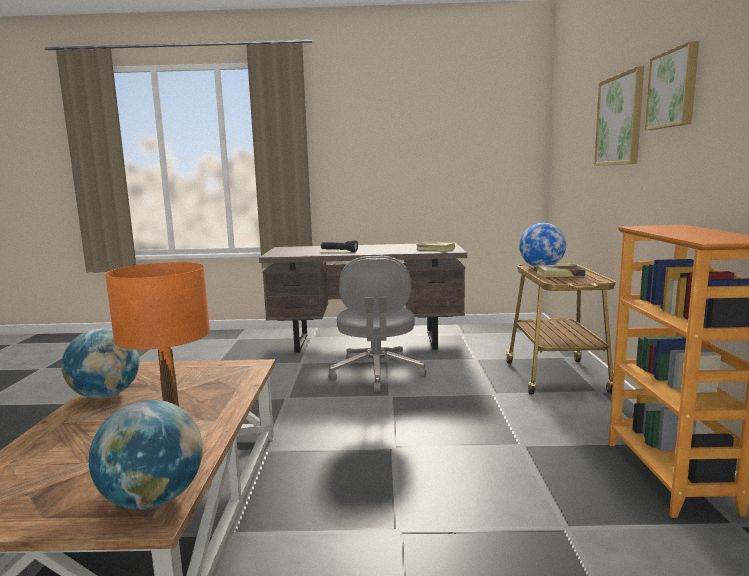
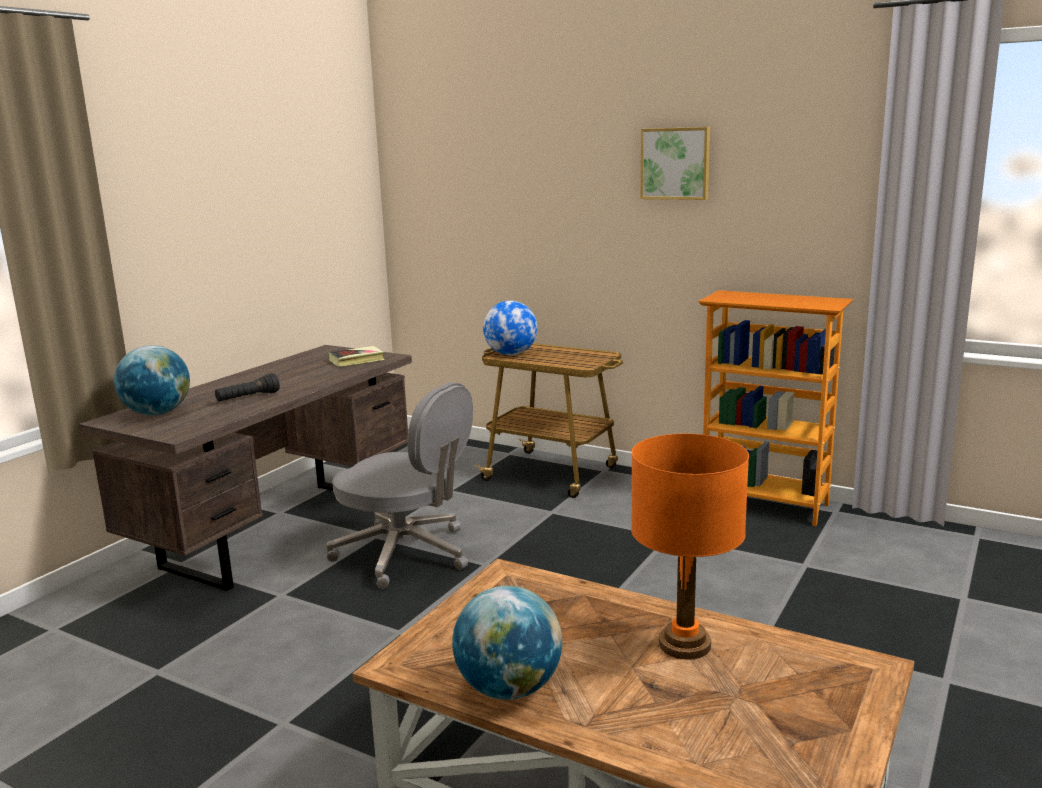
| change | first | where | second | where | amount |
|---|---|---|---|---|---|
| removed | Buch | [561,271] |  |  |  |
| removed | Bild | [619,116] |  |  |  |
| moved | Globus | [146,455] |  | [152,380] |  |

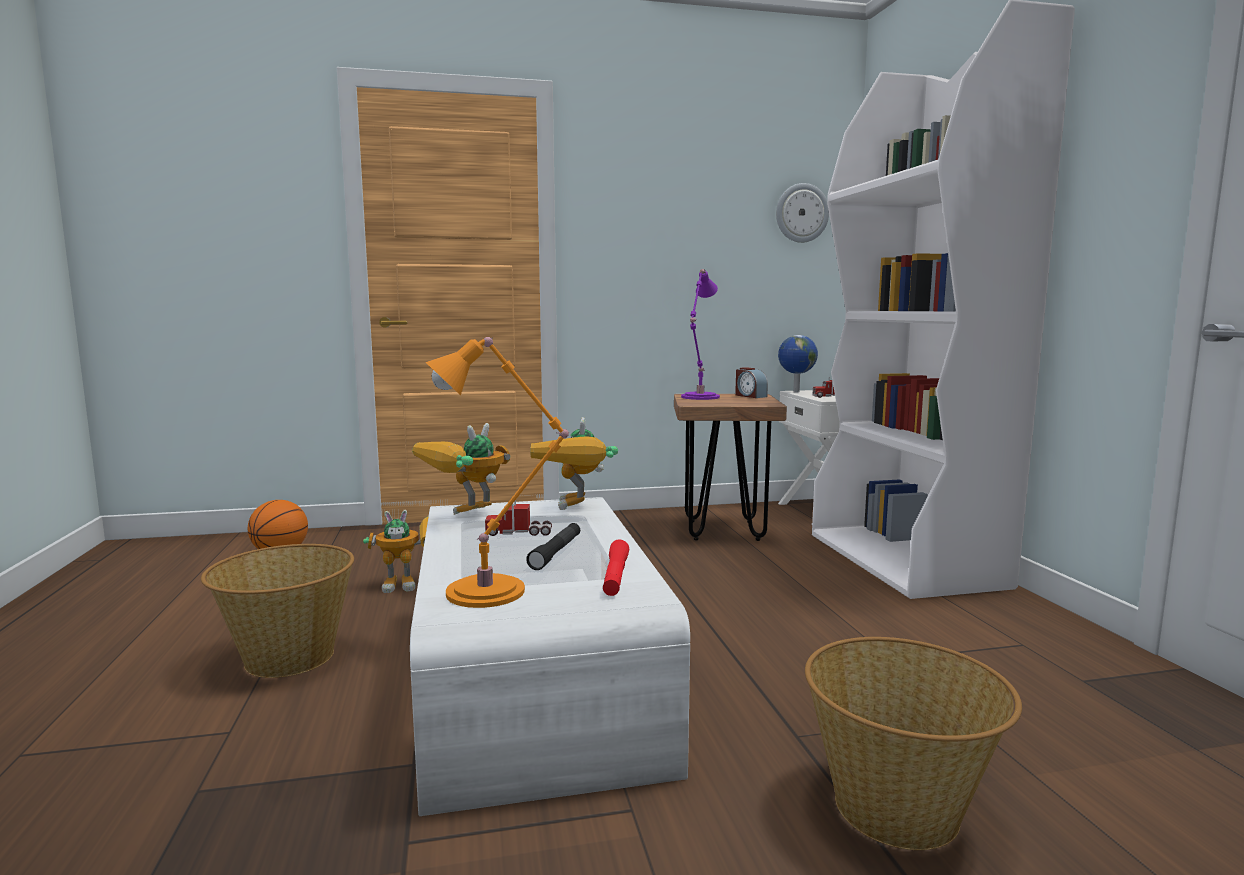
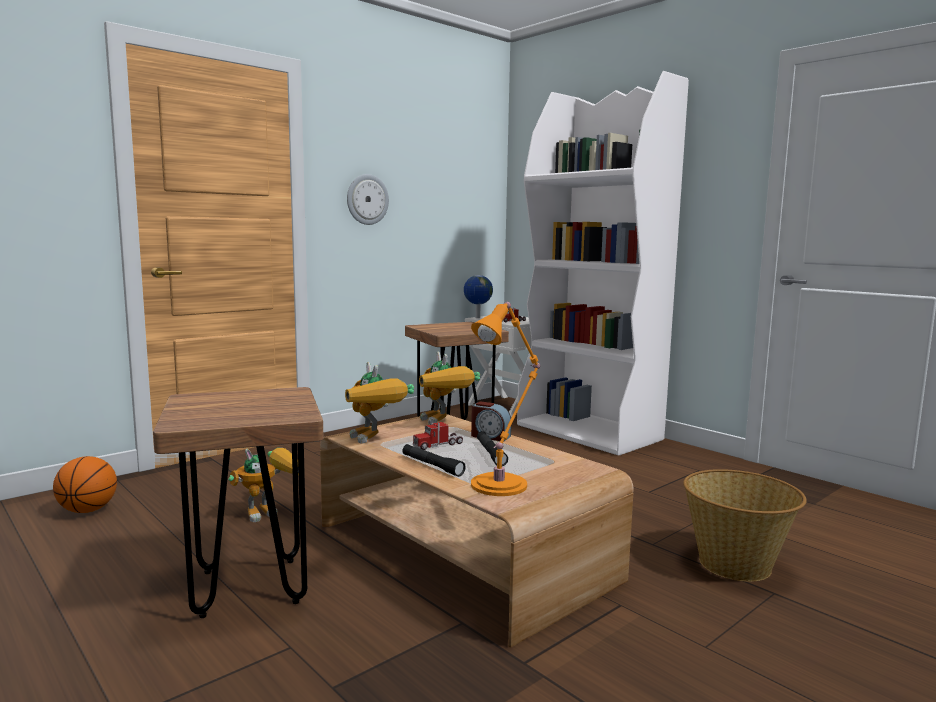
| change | first | where | second | where | amount |
|---|---|---|---|---|---|
| removed | Taschenlampe (rot) | [616,567] |  |  |  |
| removed | Tischlampe (lila) | [700,334] |  |  |  |
| added |  |  | Taschenlampe (schwarz) | [434,460] |  |
| moved | Wecker | [751,382] |  | [491,421] |  |
| moved | Wanduhr | [802,213] |  | [368,199] |  |
| replaced | Korb | [277,611] | Hocker (braun) | [238,502] |  |
| recoloured | Couchtisch (weiß) | [550,656] | Couchtisch (braun) | [477,531] |  |
| turned | Spielzeugroboter | [461,469] |  | [379,403] | 45 degrees counterclockwise |

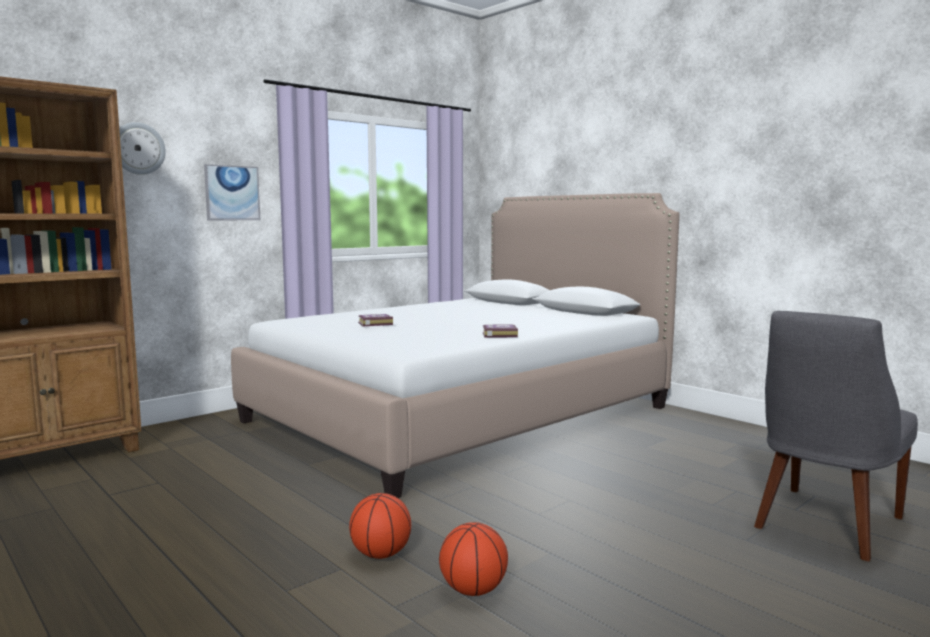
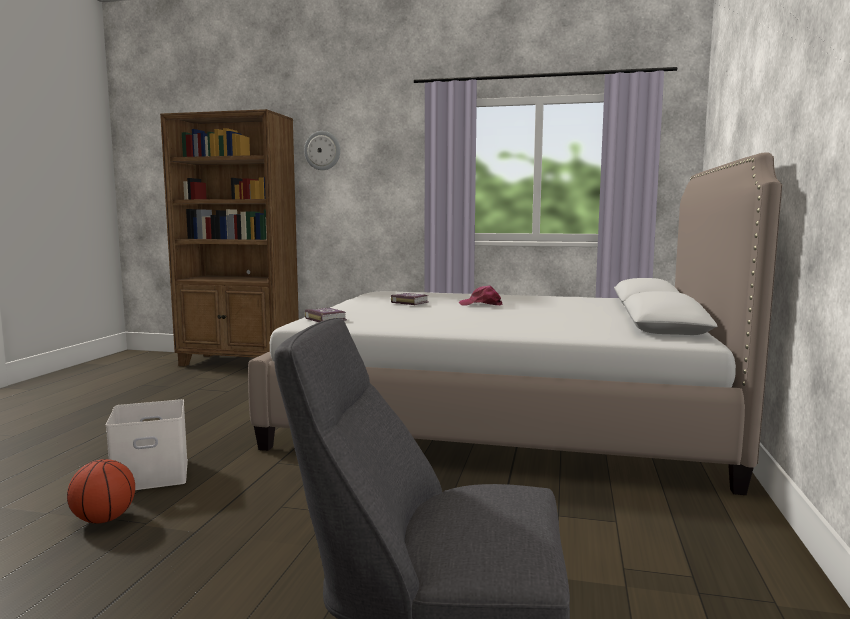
| change | first | where | second | where | amount |
|---|---|---|---|---|---|
| removed | Bild | [232,192] |  |  |  |
| added |  |  | Kappe (rosa) | [480,295] |  |
| moved | Buch | [500,331] |  | [326,315] |  |
| replaced | Basketball | [380,526] | Aufbewahrungsbox (weiß) | [147,444] |  |

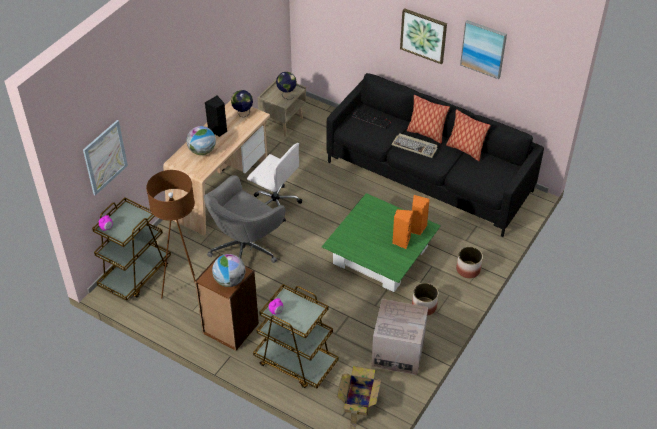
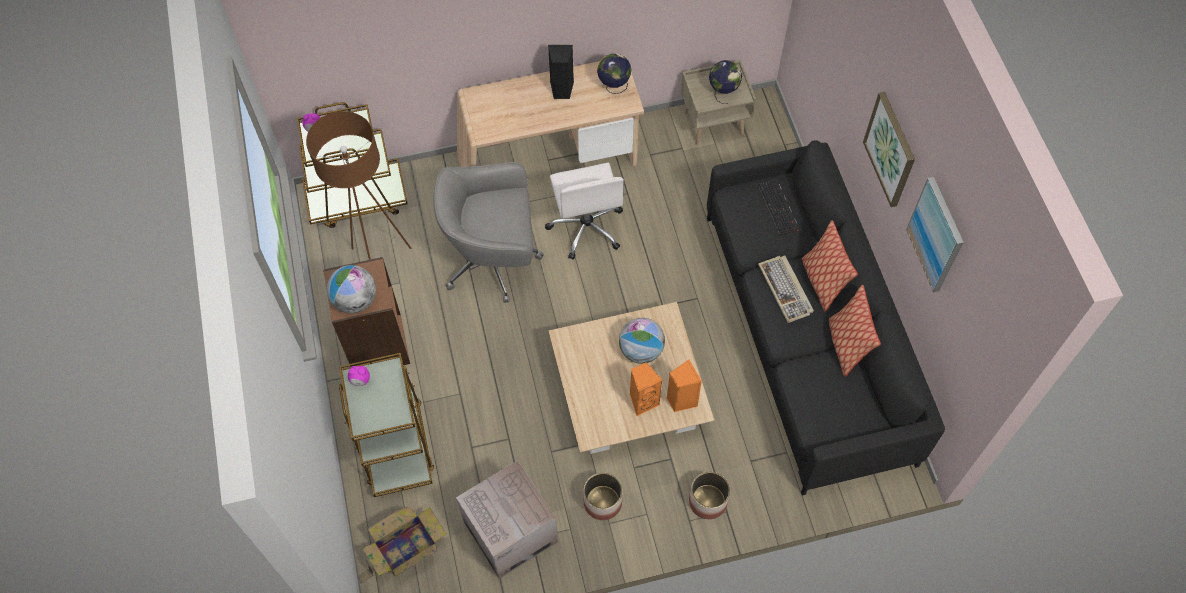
| change | first | where | second | where | amount |
|---|---|---|---|---|---|
| removed | Bild | [105,158] |  |  |  |
| moved | Globus | [201,140] |  | [642,341] |  |
| recoloured | Couchtisch (grün) | [381,242] | Couchtisch (beige) | [631,378] |  |

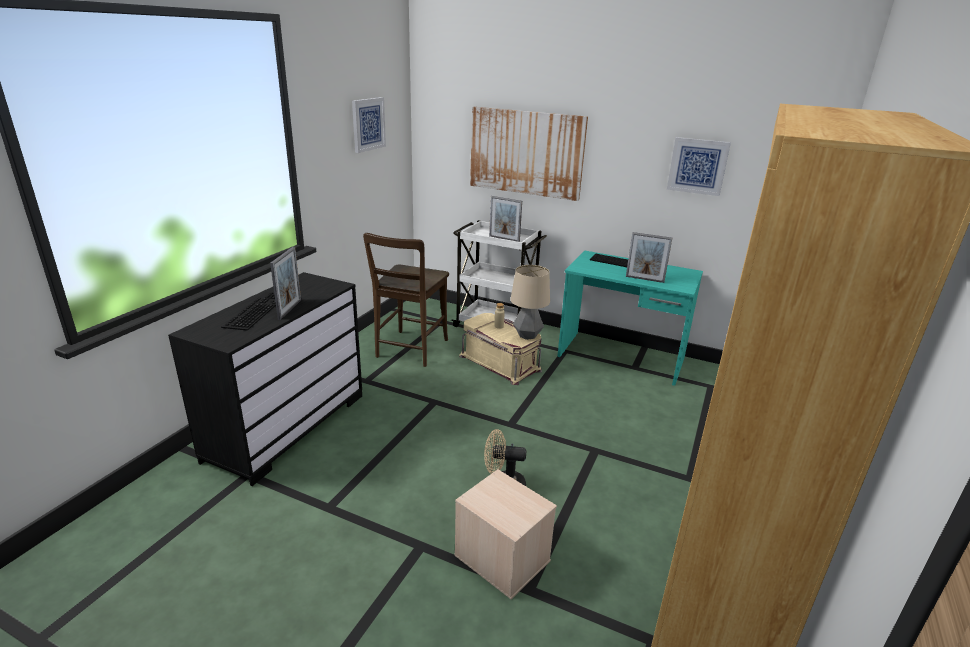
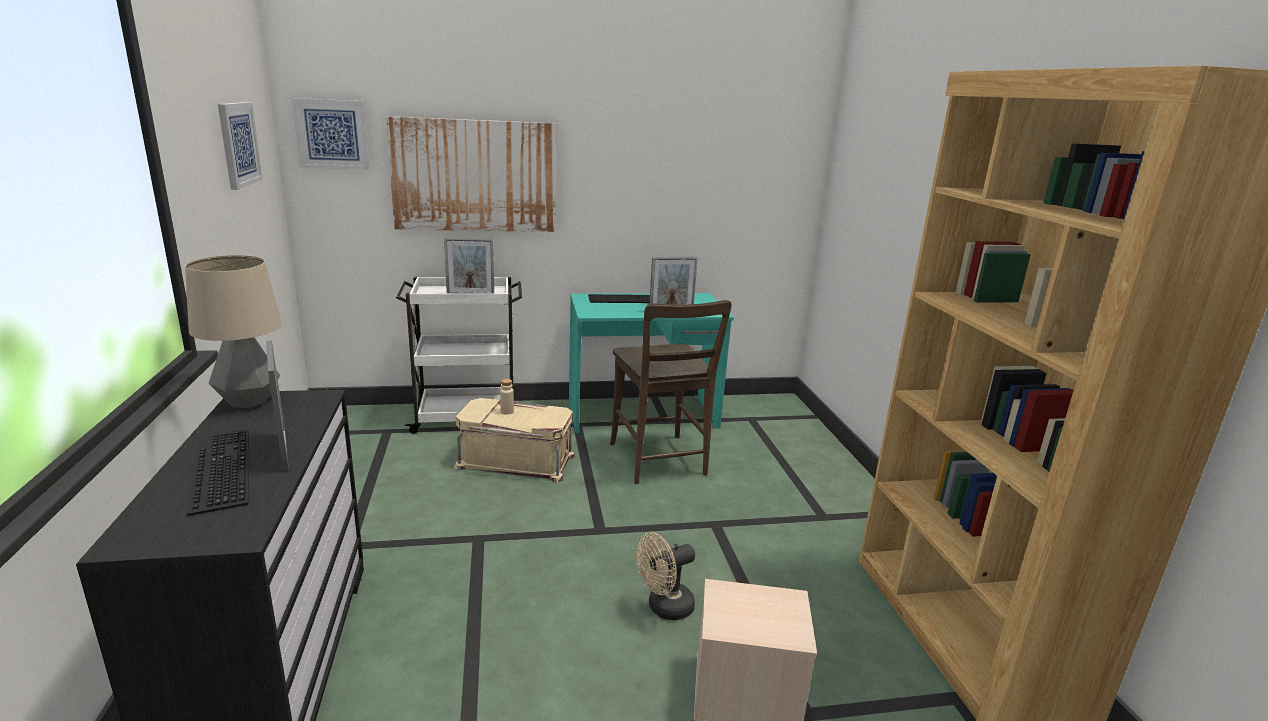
| change | first | where | second | where | amount |
|---|---|---|---|---|---|
| moved | Stuhl (braun) | [406,300] |  | [671,392] |  |
| moved | Tischlampe | [530,302] |  | [233,331] |  |
| moved | Bild | [699,166] |  | [331,134] |  |

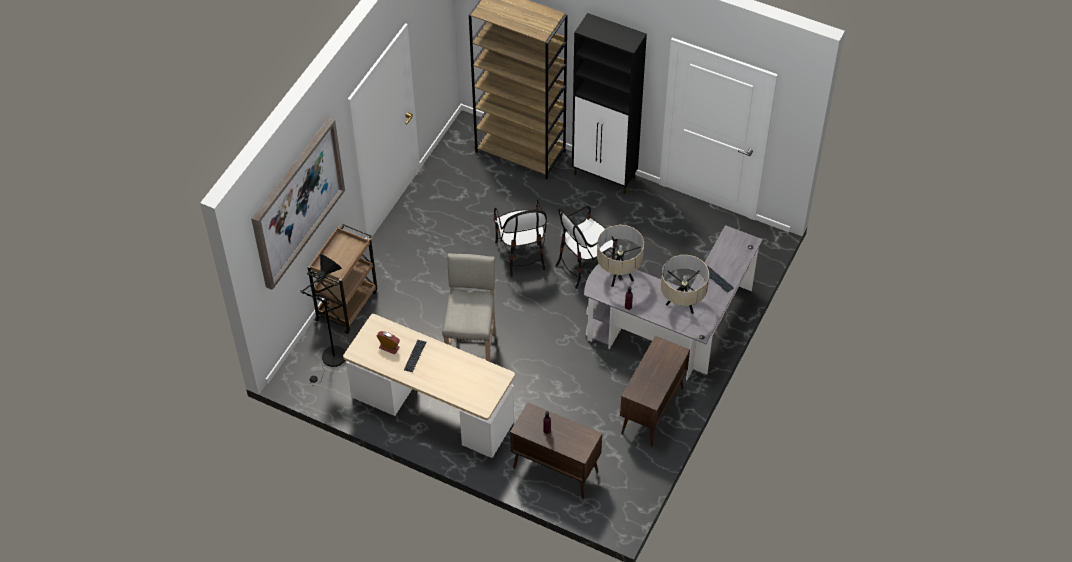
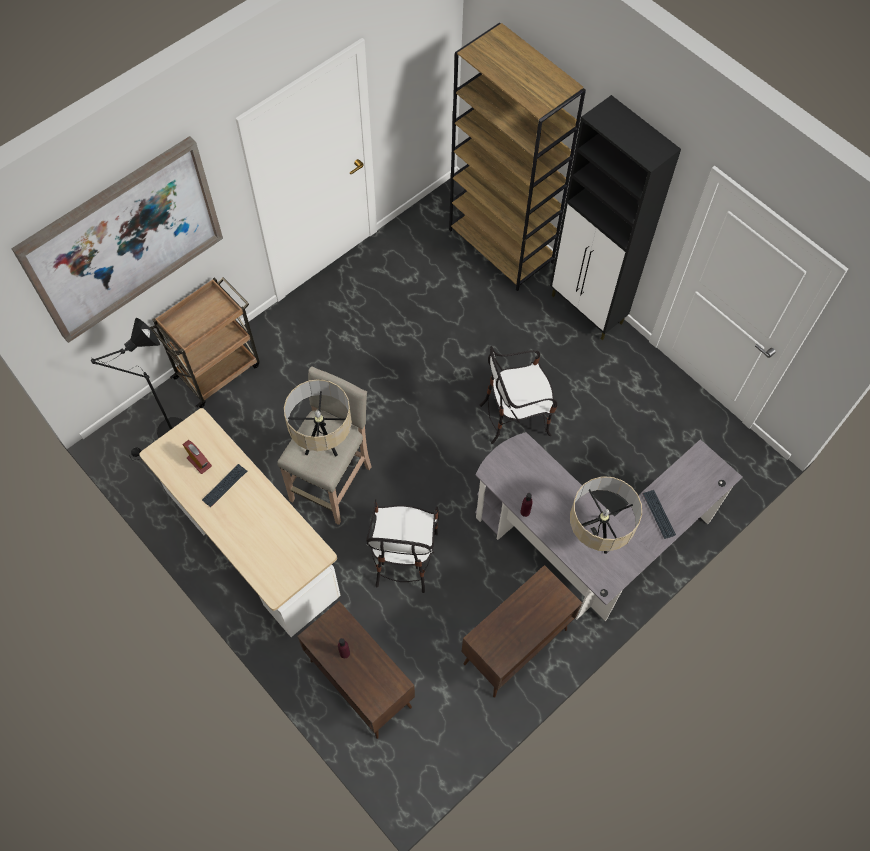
| change | first | where | second | where | amount |
|---|---|---|---|---|---|
| moved | Stuhl | [520,238] |  | [402,546] |  |
| moved | Tischlampe (beige) | [620,256] |  | [318,418] |  |

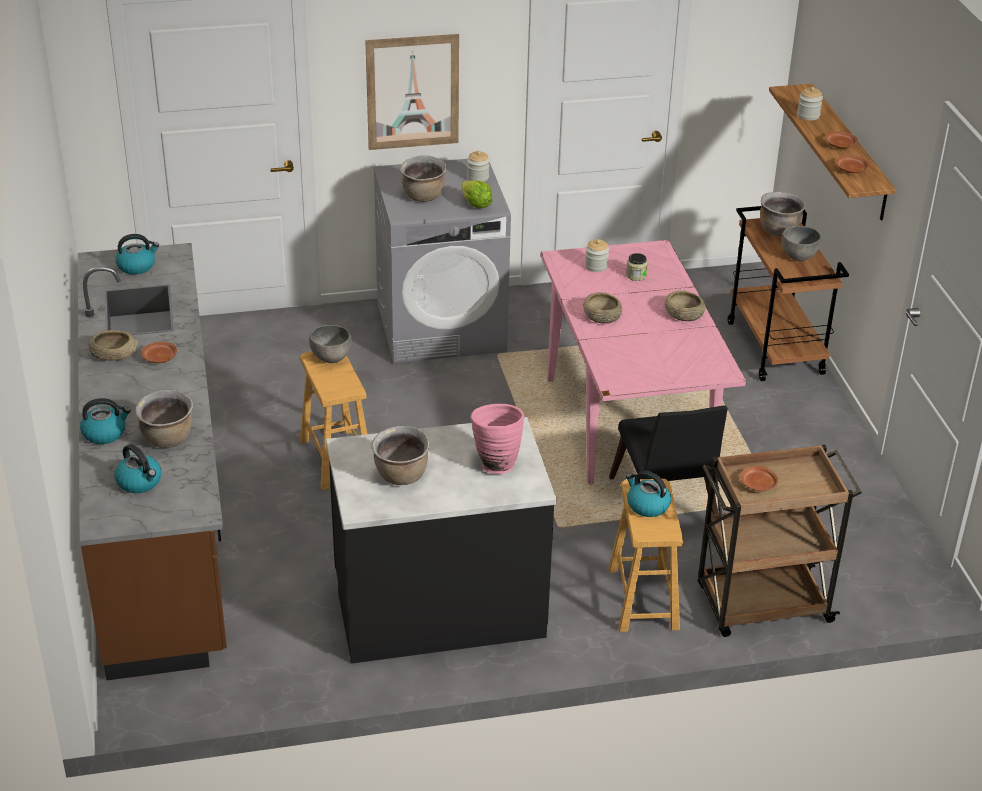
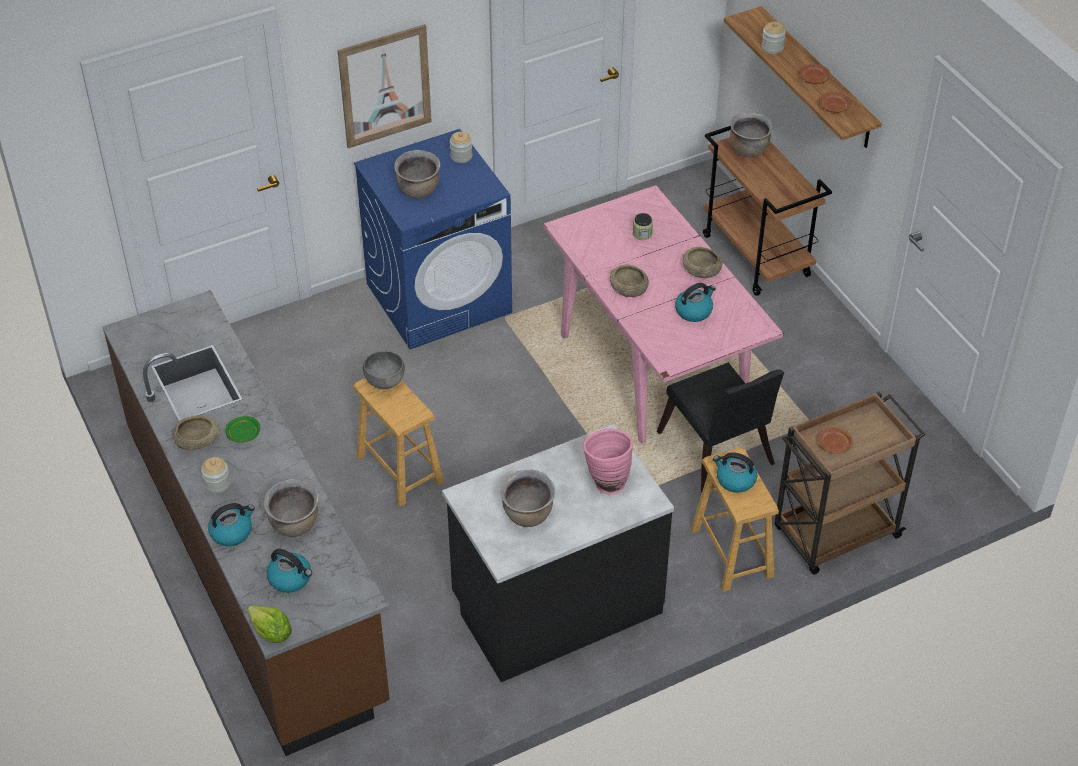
| change | first | where | second | where | amount |
|---|---|---|---|---|---|
| removed | Schüssel (grau) | [801,243] |  |  |  |
| moved | Wasserkessel | [137,254] |  | [695,302] |  |
| moved | Salatkopf | [476,194] |  | [269,624] |  |
| moved | Vorratsglas | [597,255] |  | [215,475] |  |
| recoloured | Teller (braun) | [159,352] | Teller (grün) | [242,429] |  |
| recoloured | Waschmaschine (grau) | [442,261] | Waschmaschine (blau) | [433,239] |  |

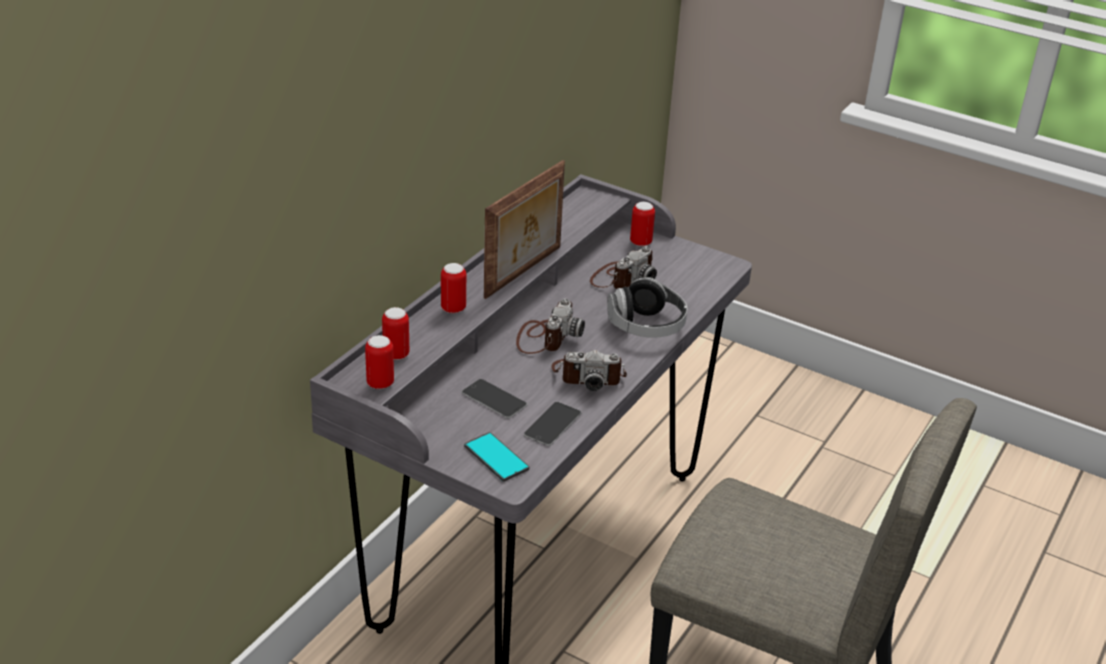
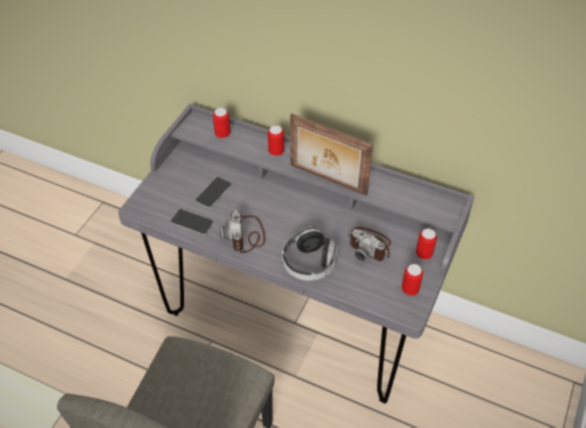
| change | first | where | second | where | amount |
|---|---|---|---|---|---|
| removed | Handy | [496,457] |  |  |  |
| removed | Kamera | [550,326] |  |  |  |
| moved | Dose | [379,362] |  | [412,280] |  |

